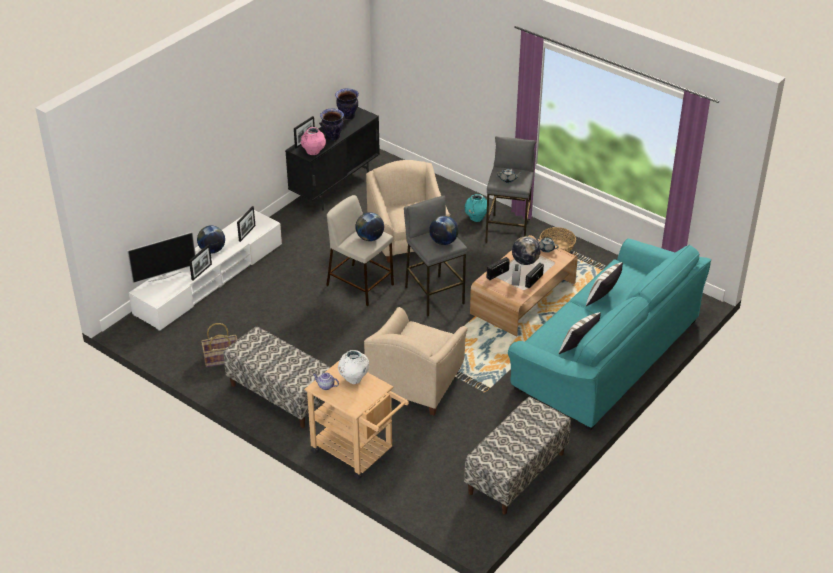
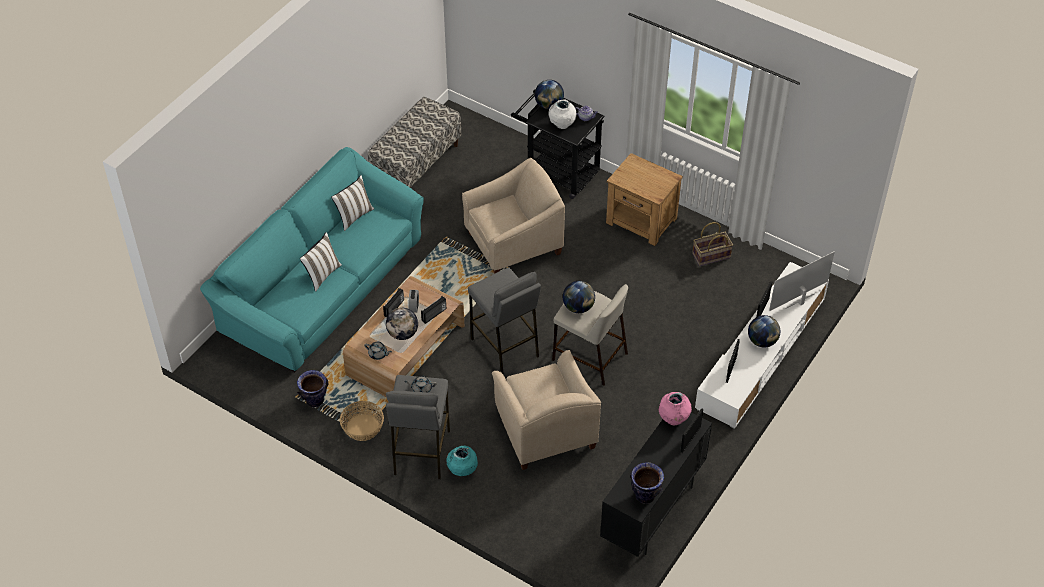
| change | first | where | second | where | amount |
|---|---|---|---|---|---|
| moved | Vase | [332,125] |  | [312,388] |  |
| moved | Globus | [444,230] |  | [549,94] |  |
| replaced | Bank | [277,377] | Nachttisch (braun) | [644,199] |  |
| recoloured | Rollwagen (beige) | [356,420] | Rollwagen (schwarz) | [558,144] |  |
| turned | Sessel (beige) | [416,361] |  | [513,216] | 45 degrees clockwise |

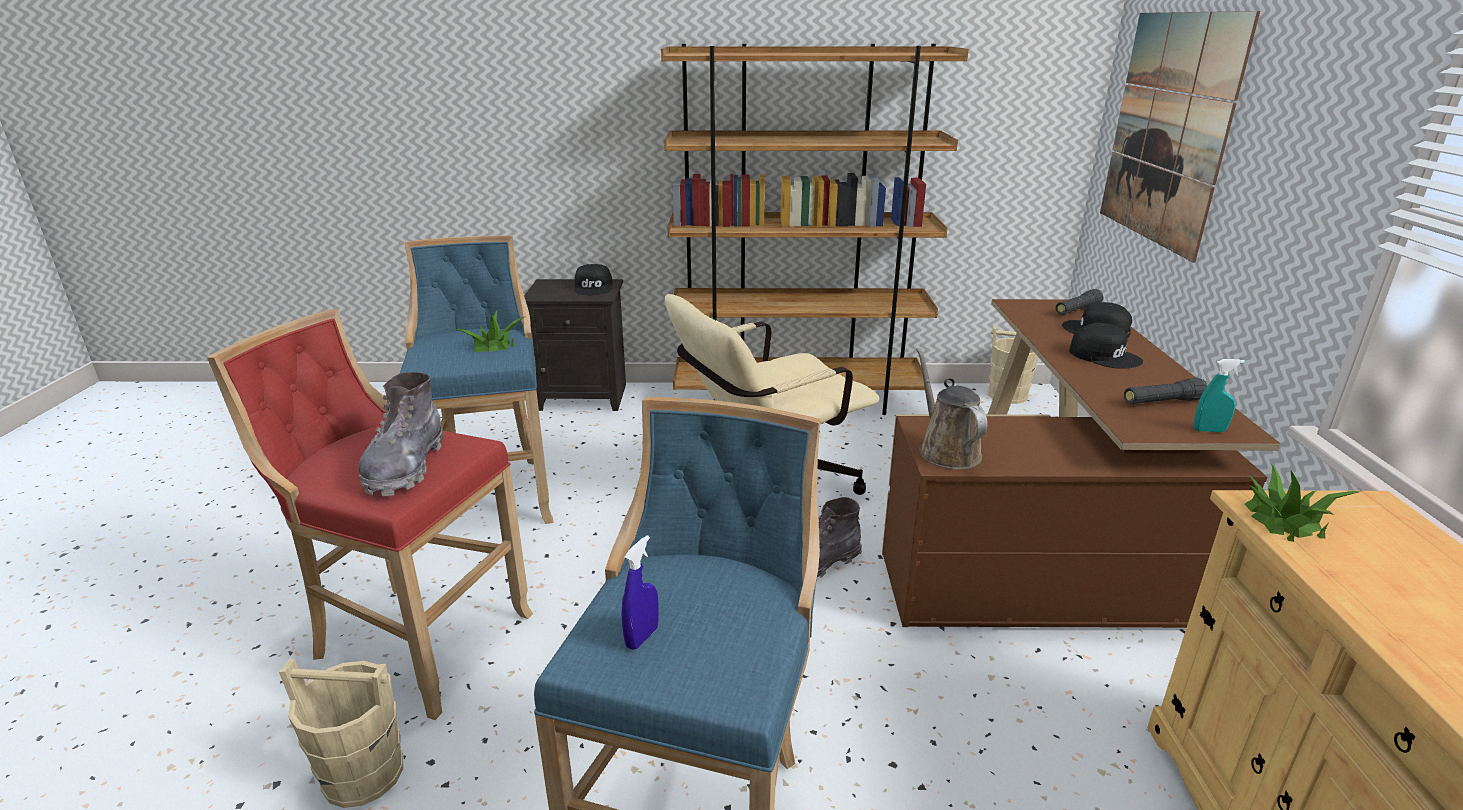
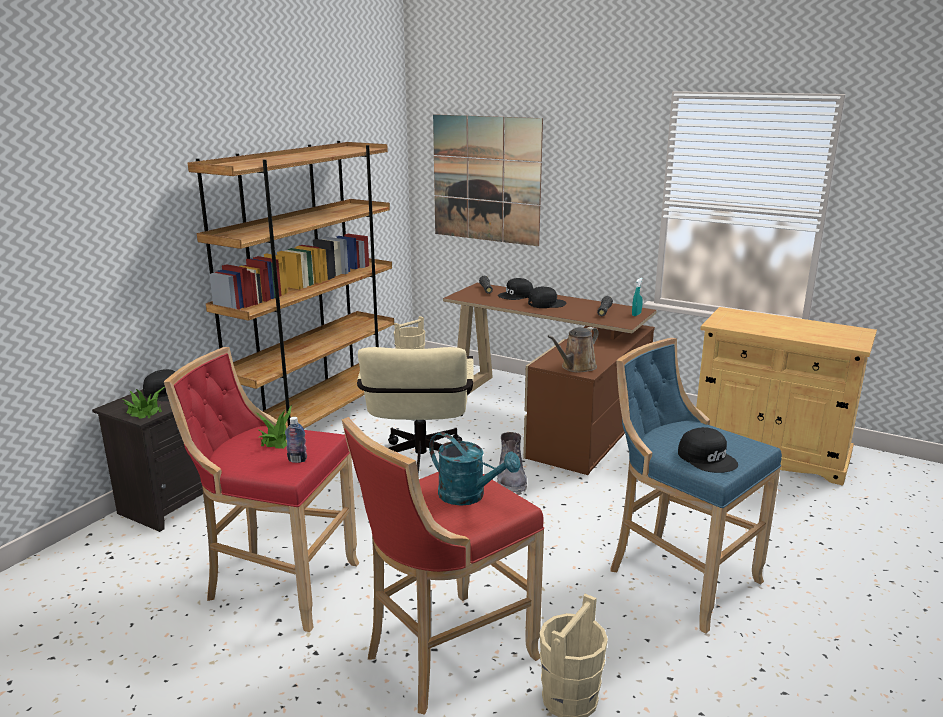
| change | first | where | second | where | amount |
|---|---|---|---|---|---|
| added |  |  | Flasche | [296,440] |  |
| moved | Topfpflanze | [1303,503] |  | [143,403] |  |
| replaced | Stiefel (grau) | [401,434] | Gießkanne (türkis) | [475,469] |  |
| replaced | Sprühflasche (blau) | [640,592] | Kappe (schwarz) | [708,450] |  |
| recoloured | Hocker (blau) | [477,379] | Hocker (rot) | [261,489] |  |
| turned | Gießkanne (braun) | [952,409] |  | [573,350] | 60 degrees counterclockwise |

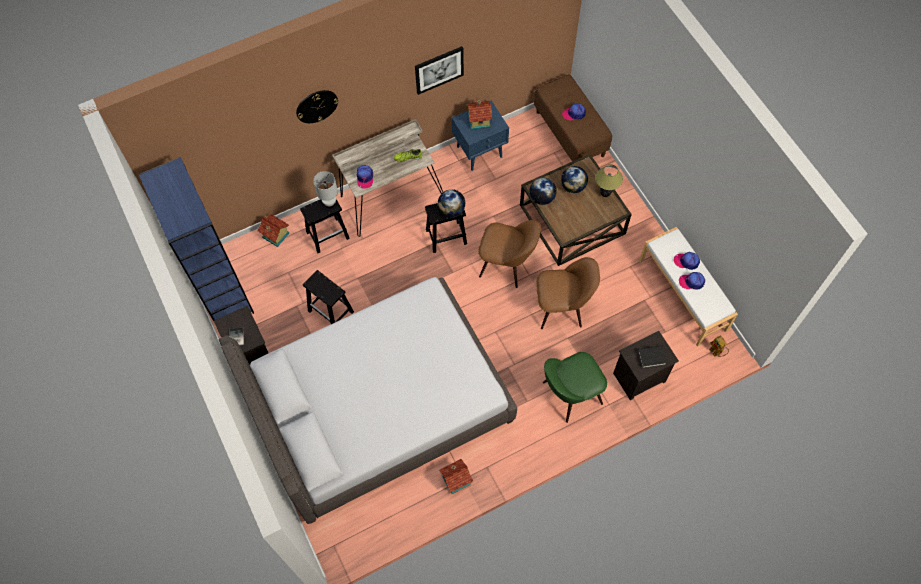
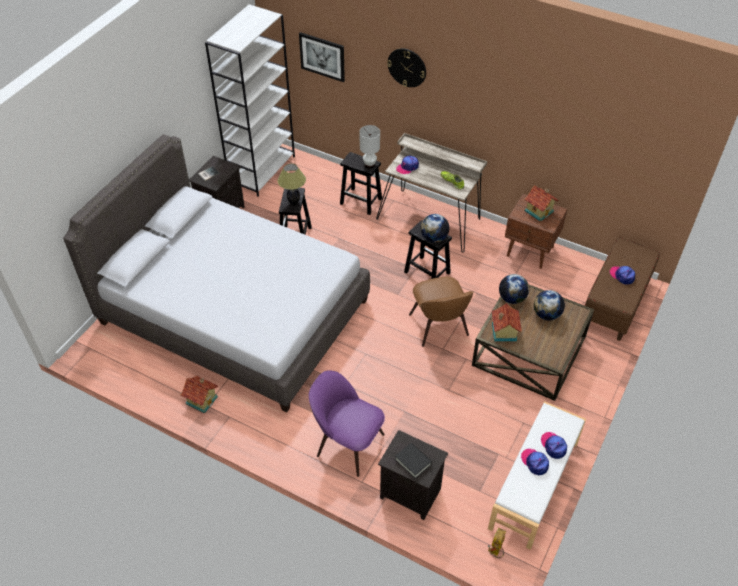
| change | first | where | second | where | amount |
|---|---|---|---|---|---|
| removed | Stuhl (braun) | [568,293] |  |  |  |
| moved | Spielzeughaus | [273,230] |  | [507,322] |  |
| moved | Bild | [439,70] |  | [322,57] |  |
| moved | Tischlampe | [609,180] |  | [292,184] |  |
| recoloured | Bücherregal (blau) | [196,239] | Bücherregal (weiß) | [250,100] |  |
| recoloured | Nachttisch (blau) | [480,136] | Nachttisch (braun) | [536,231] |  |
| recoloured | Stuhl (grün) | [575,387] | Stuhl (lila) | [347,423] |  |

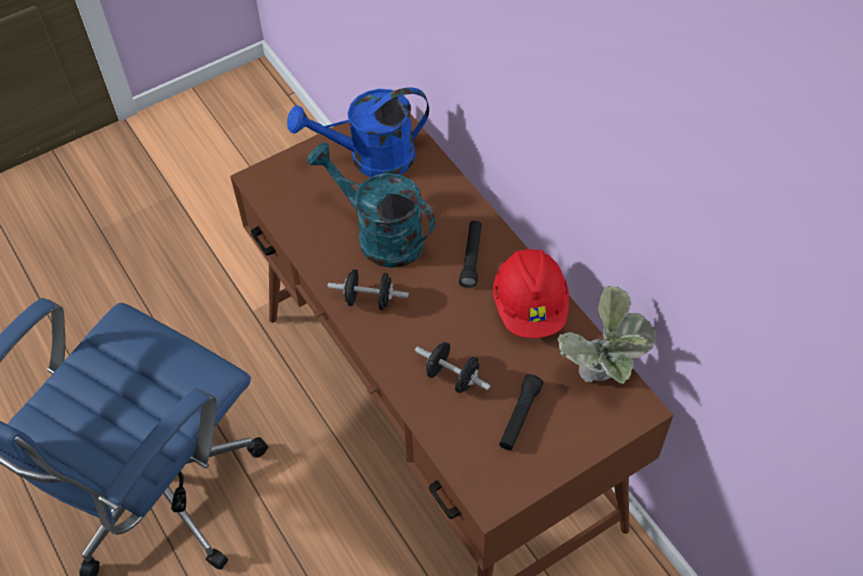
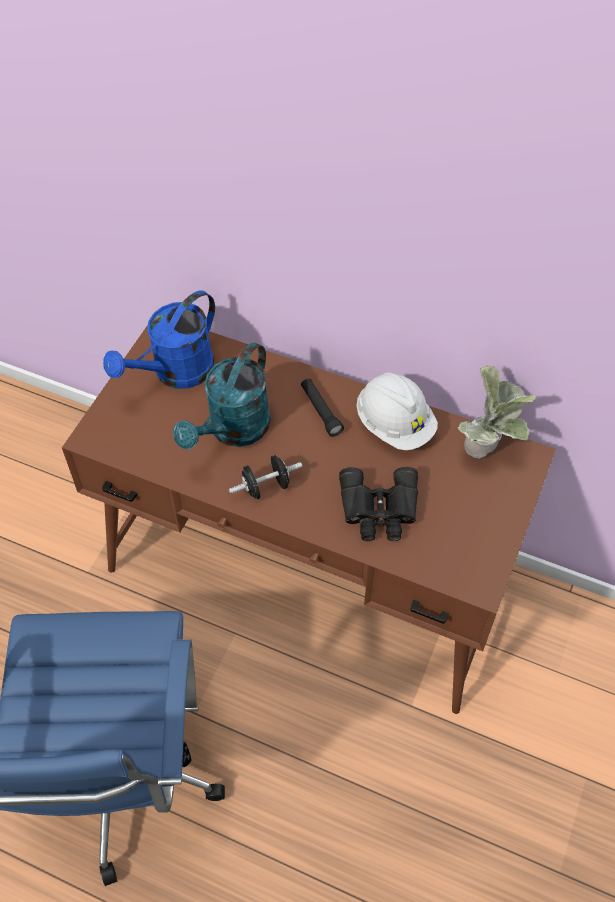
| change | first | where | second | where | amount |
|---|---|---|---|---|---|
| removed | Taschenlampe (schwarz) | [521,412] |  |  |  |
| replaced | Hantel (schwarz) | [453,367] | Fernglas (schwarz) | [378,504] |  |
| recoloured | Schutzhelm (rot) | [531,293] | Schutzhelm (weiß) | [397,411] |  |
| turned | Gießkanne (türkis) | [371,205] |  | [222,395] | 60 degrees counterclockwise |

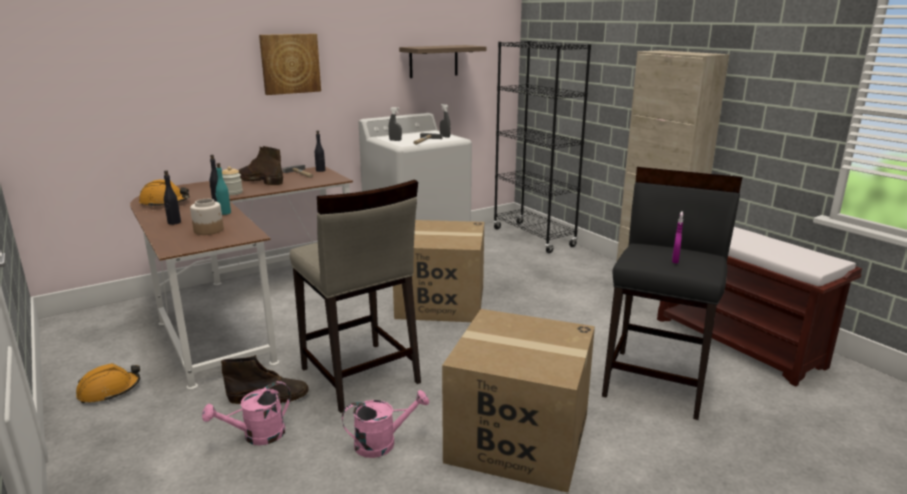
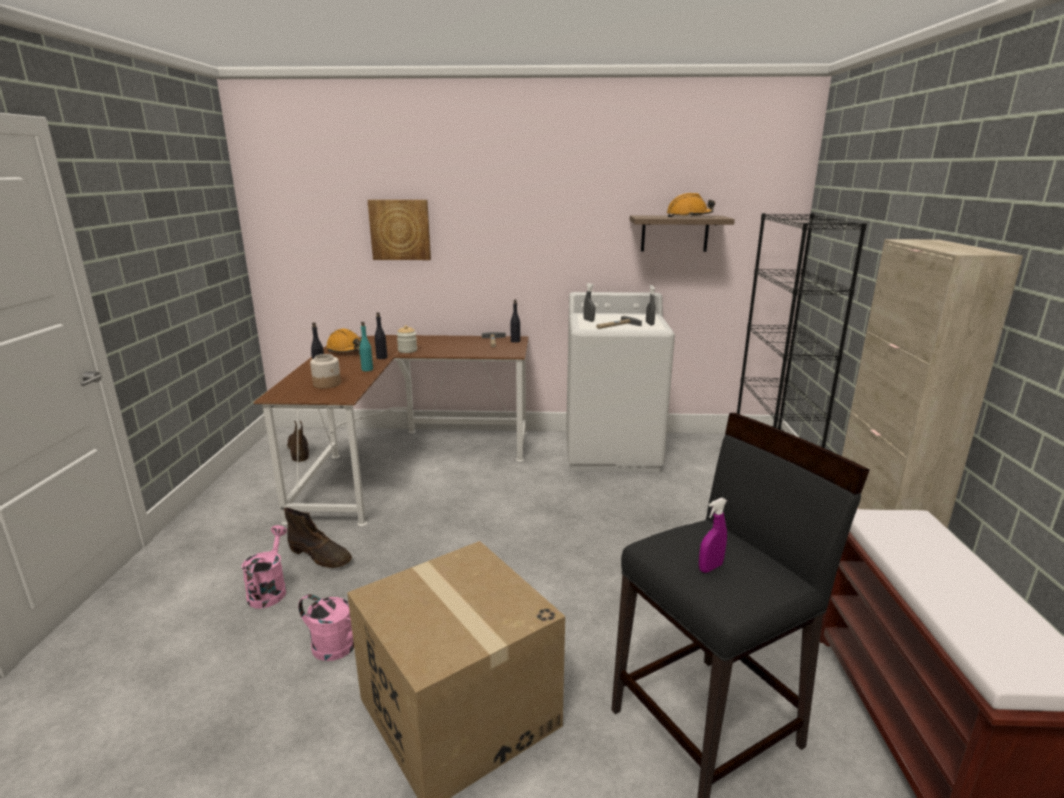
| change | first | where | second | where | amount |
|---|---|---|---|---|---|
| removed | Hocker (beige) | [355,296] |  |  |  |
| removed | Karton | [438,271] |  |  |  |
| moved | Schutzhelm (orange) | [108,383] |  | [691,205] |  |
| moved | Stiefel (braun) | [260,166] |  | [298,441] |  |
| moved | Bild | [290,64] |  | [399,230] |  |
| turned | Gießkanne (rosa) | [246,413] |  | [264,567] | 90 degrees clockwise |

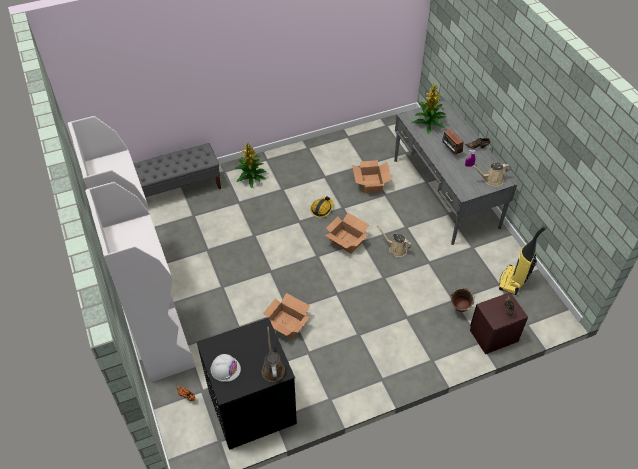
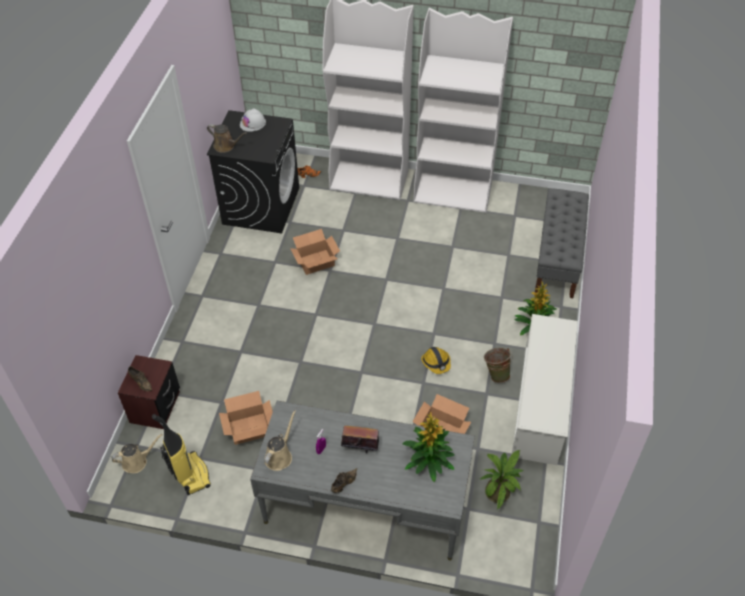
| change | first | where | second | where | amount |
|---|---|---|---|---|---|
| added |  |  | Topfpflanze | [501,479] |  |
| added |  |  | Schuhregal (weiß) | [544,389] |  |
| moved | Karton | [347,233] |  | [246,418] |  |
| moved | Gießkanne (beige) | [394,241] |  | [137,453] |  |
| moved | Eimer (grün) | [462,300] |  | [498,365] |  |

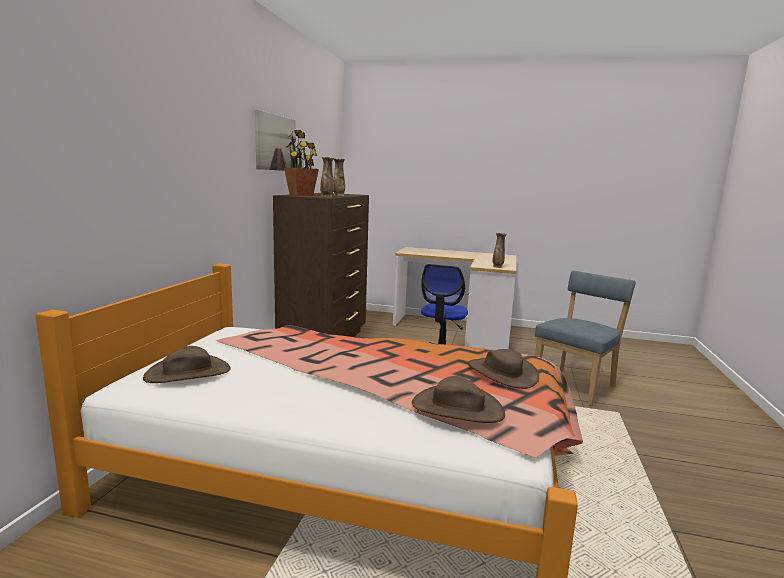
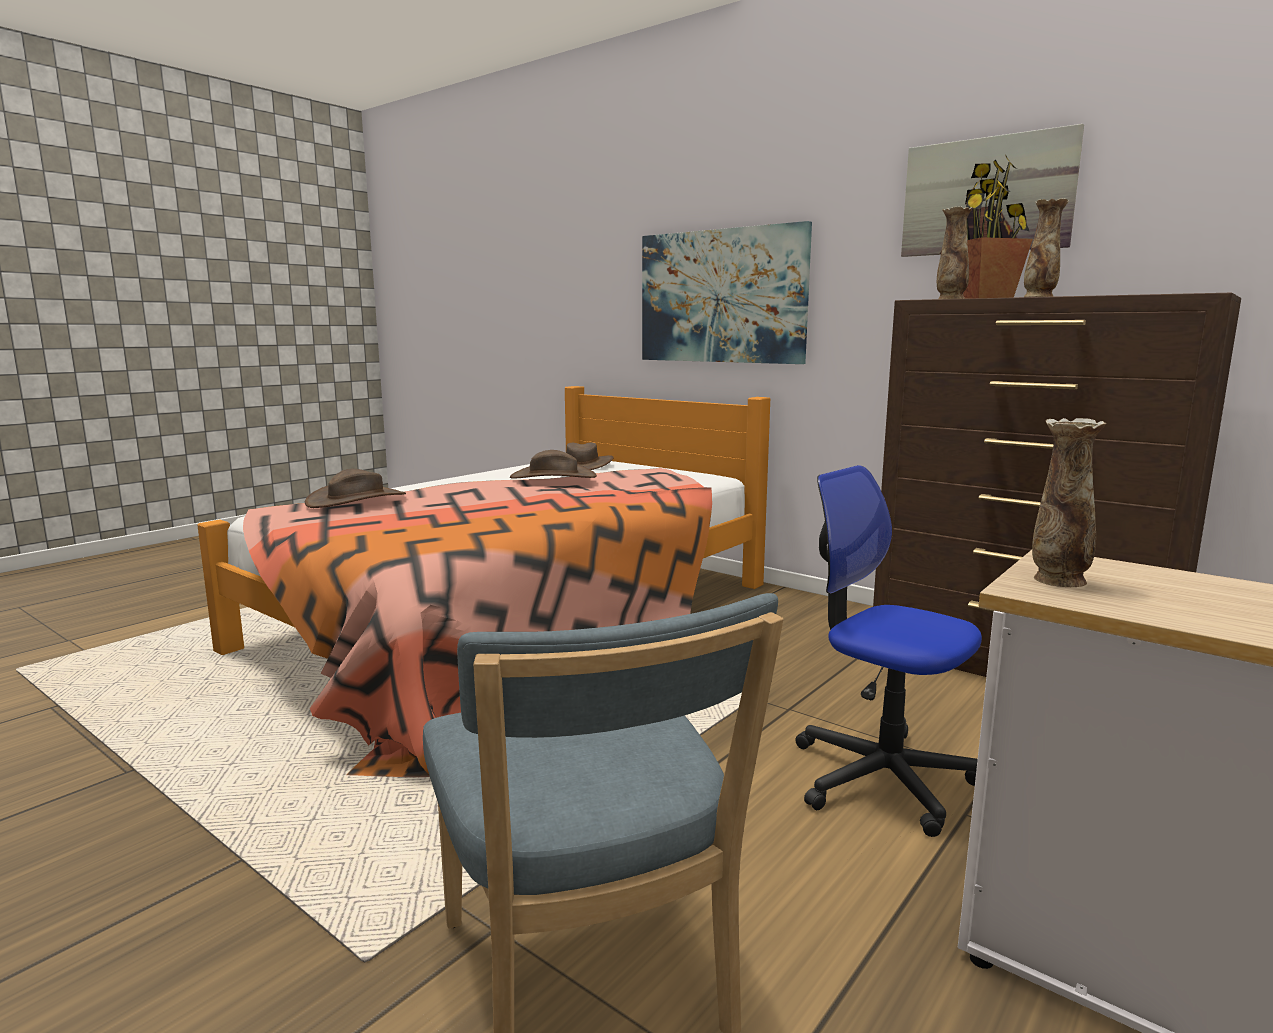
| change | first | where | second | where | amount |
|---|---|---|---|---|---|
| added |  |  | Bild | [727,292] |  |
| moved | Hut (braun) | [503,369] |  | [553,464] |  |

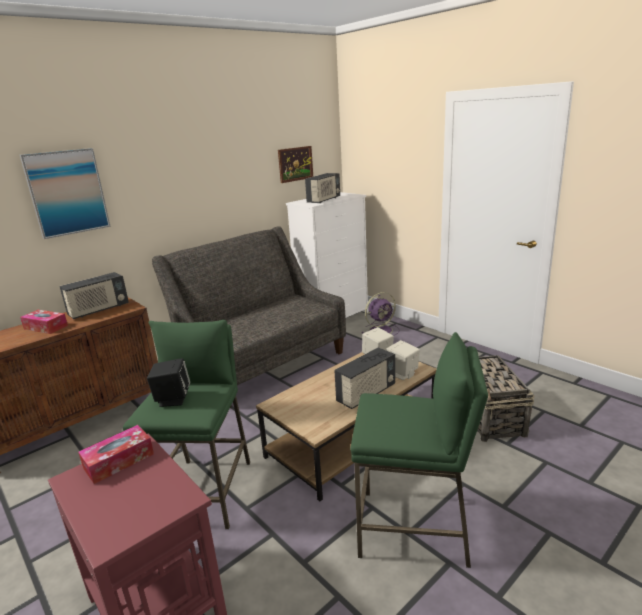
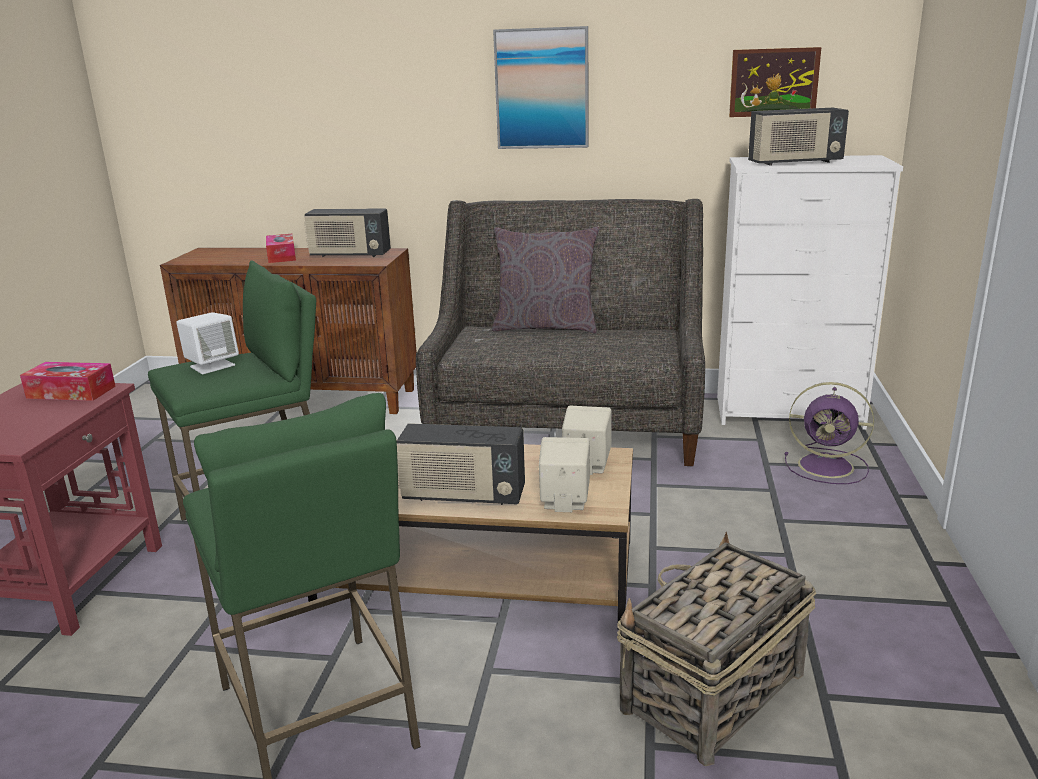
| change | first | where | second | where | amount |
|---|---|---|---|---|---|
| added |  |  | Kissen (grau) | [545,279] |  |
| moved | Bild | [65,193] |  | [541,87] |  |
| recoloured | Lautsprecher (schwarz) | [168,382] | Lautsprecher (weiß) | [207,343] |  |

